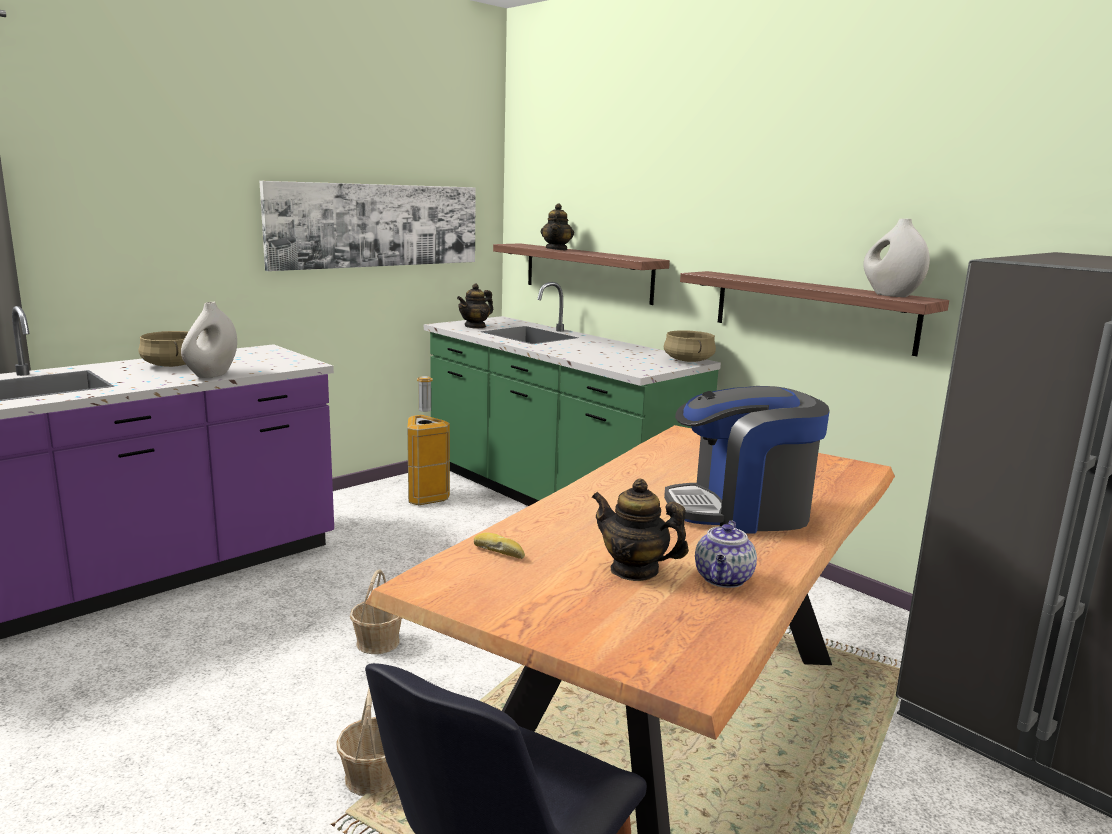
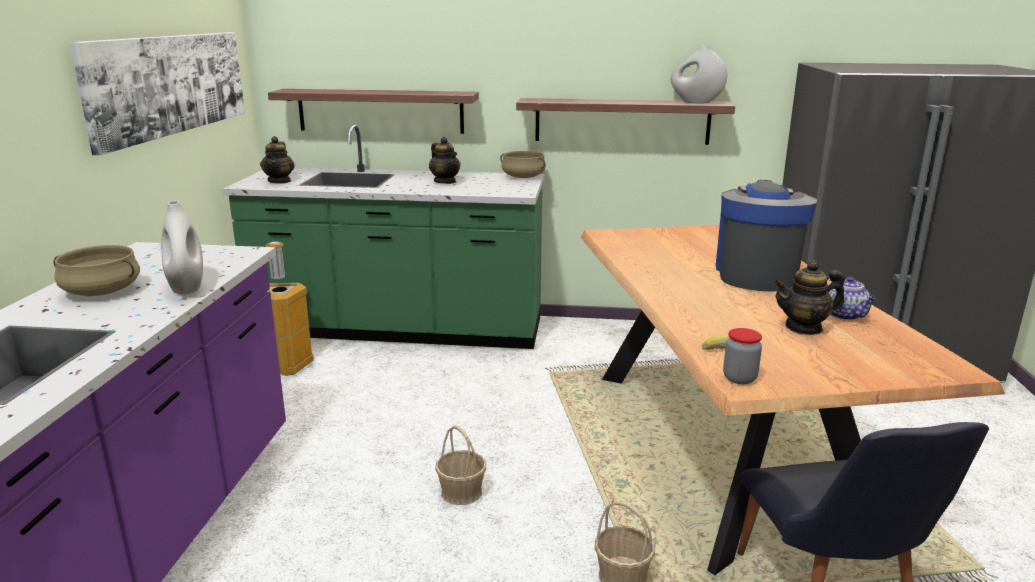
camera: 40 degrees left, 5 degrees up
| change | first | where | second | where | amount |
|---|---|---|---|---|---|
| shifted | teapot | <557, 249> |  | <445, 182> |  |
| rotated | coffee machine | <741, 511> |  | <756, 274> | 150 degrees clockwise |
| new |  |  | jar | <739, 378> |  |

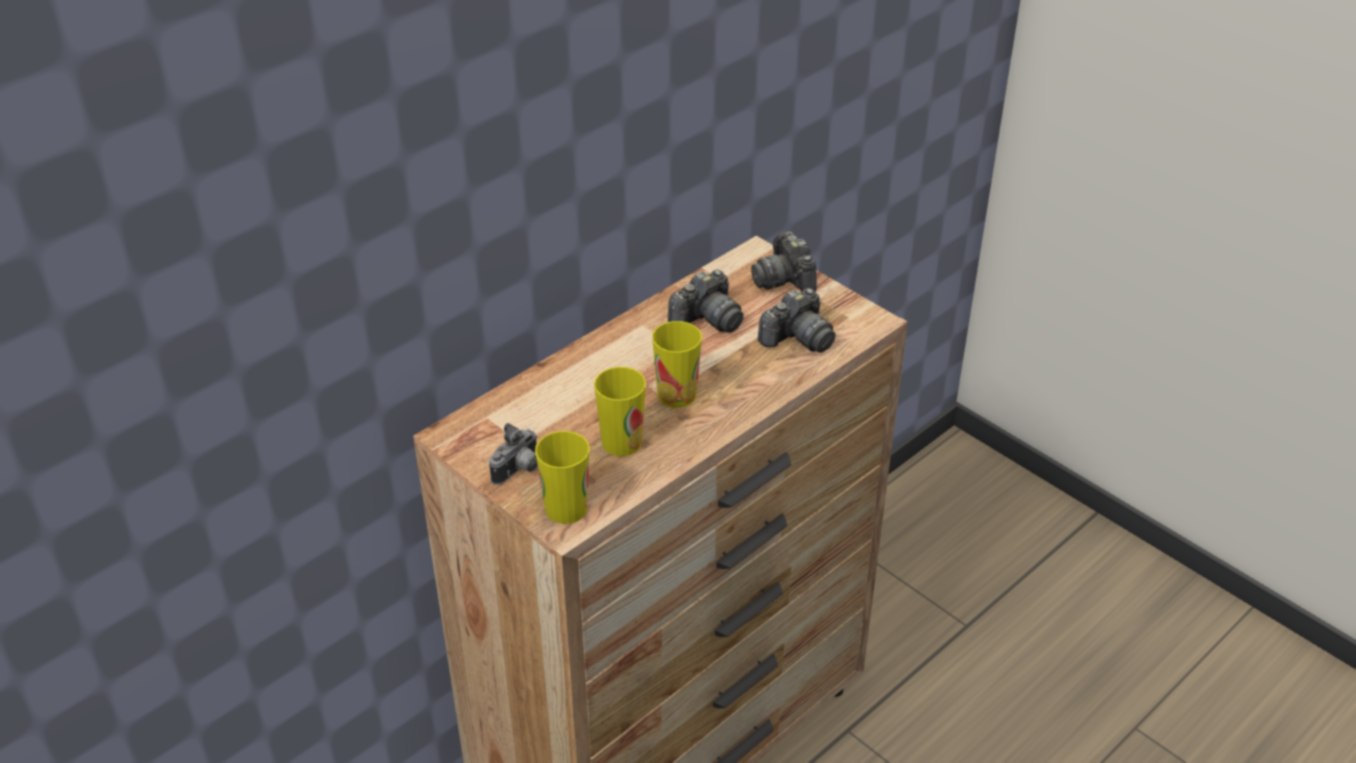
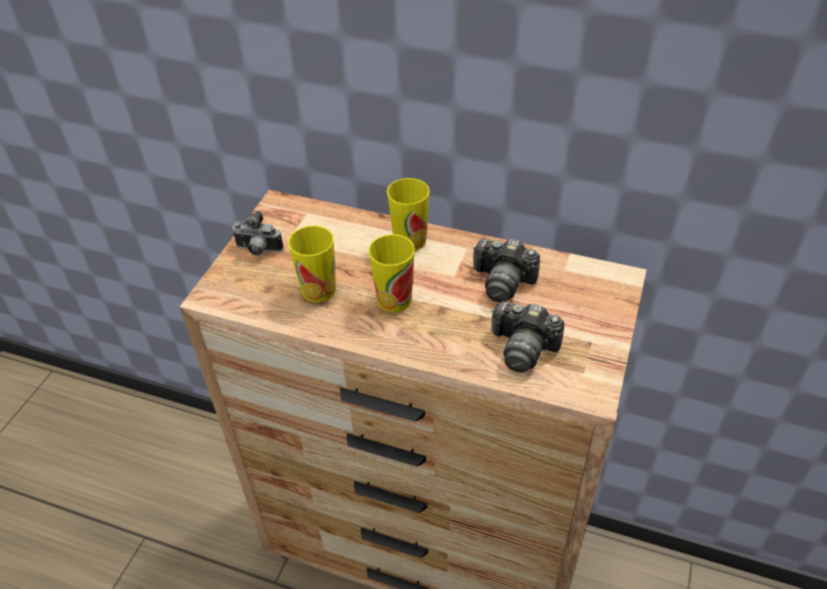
camera: 65 degrees right, 5 degrees up
| change | first | where | second | where | amount |
|---|---|---|---|---|---|
| shifted | cup | <566, 508> |  | <410, 240> |  |
| gone | photo camera | <784, 279> |  |  |  |

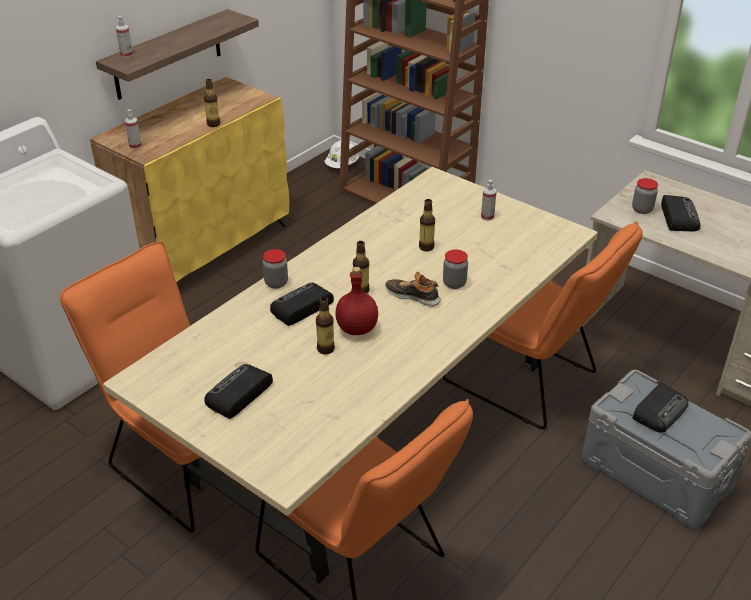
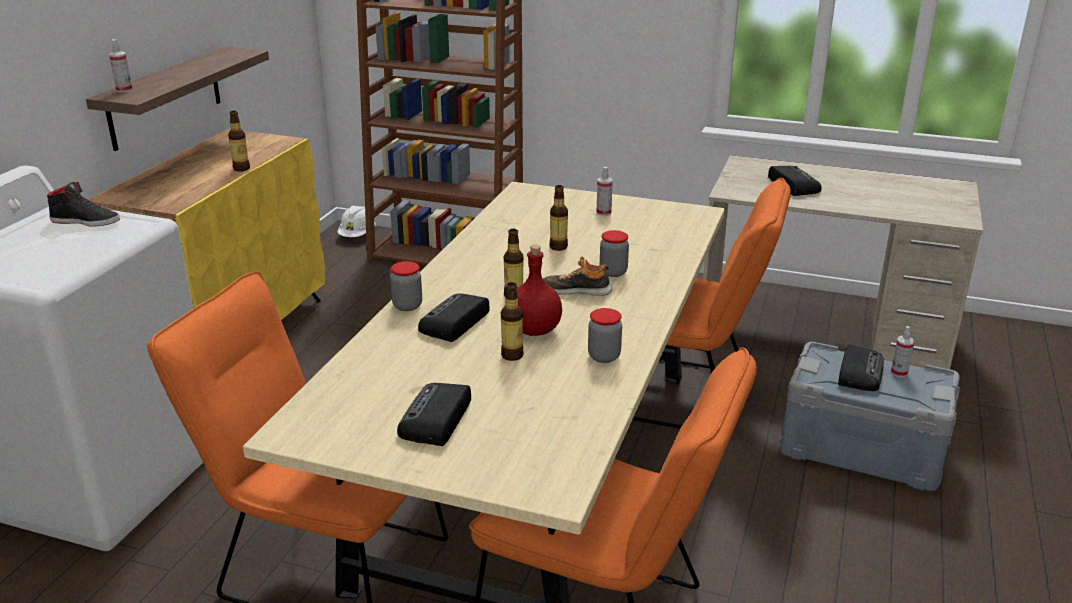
camera: 20 degrees left, 10 degrees down
| change | first | where | second | where | amount |
|---|---|---|---|---|---|
| new |  |  | shoe (black) | <86, 221> |  |
| shifted | jar | <642, 209> |  | <604, 356> |  |
| shifted | spray bottle | <135, 146> |  | <899, 373> |  |

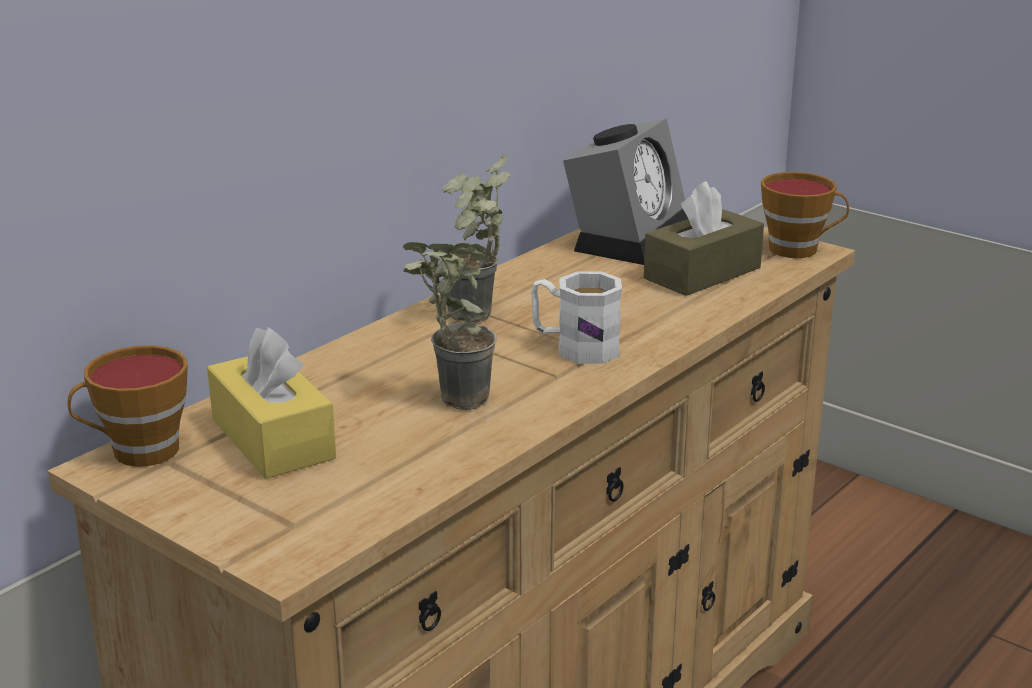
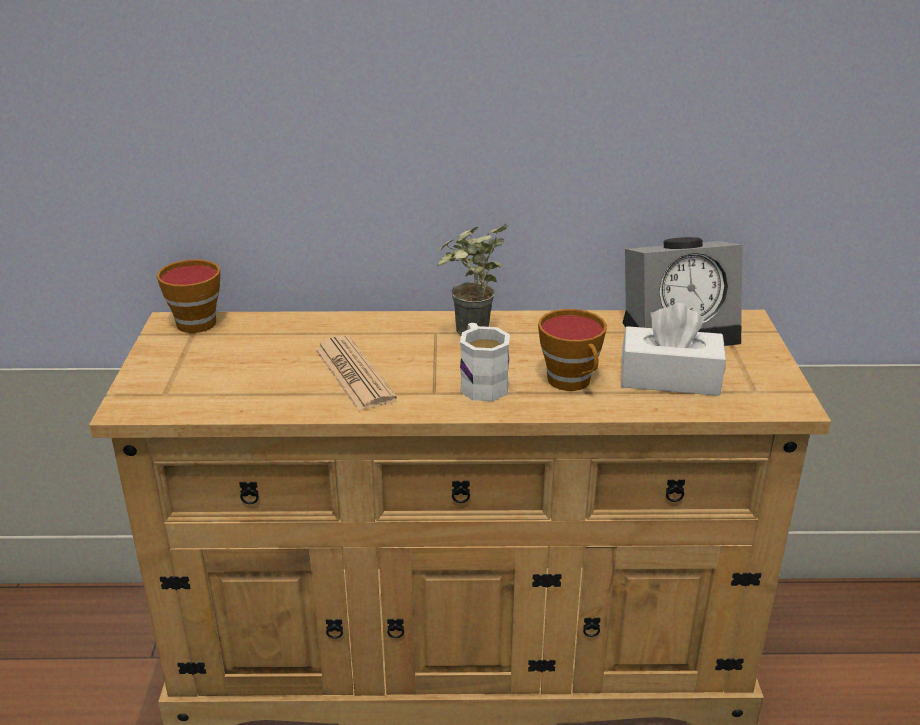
camera: 50 degrees right, 5 degrees up
| change | first | where | second | where | amount |
|---|---|---|---|---|---|
| swapped | potted plant | <449, 400> | newspaper | <354, 374> |  |
| shifted | cup | <799, 249> |  | <572, 382> |  |
| repainted | tissue box (brown) | <702, 273> | tissue box (white) | <669, 378> |  |
| gone | tissue box (yellow) | <272, 438> |  |  |  |

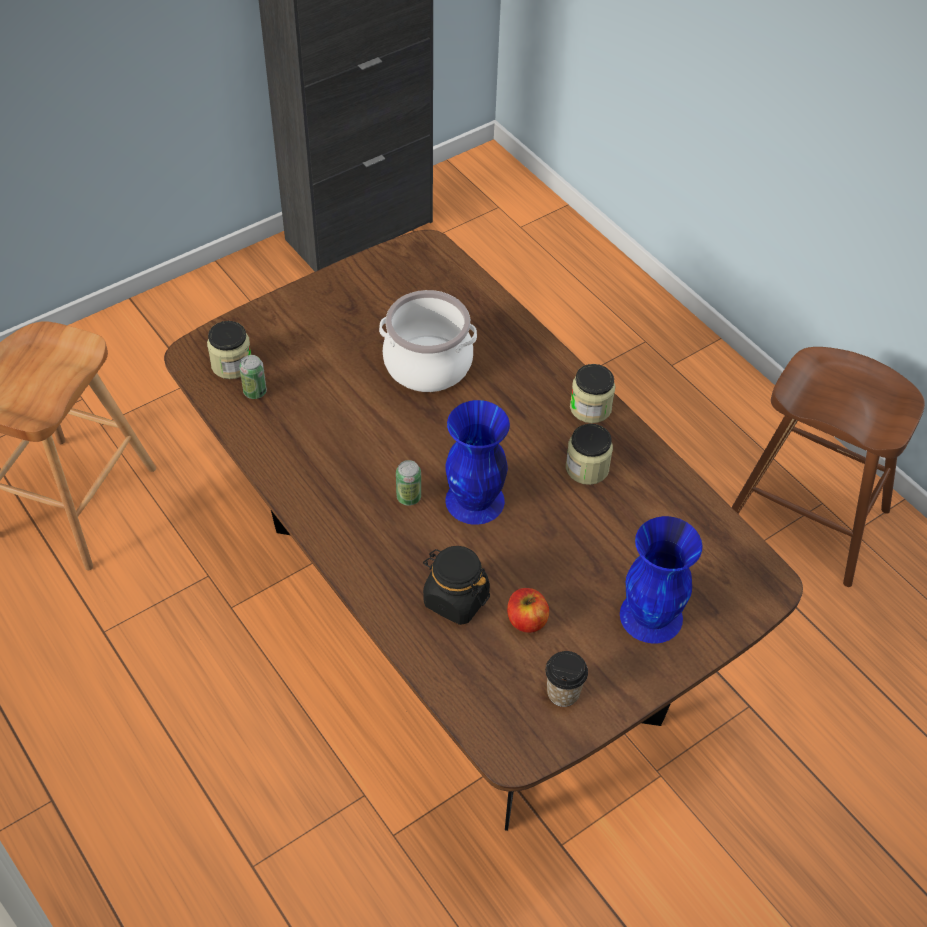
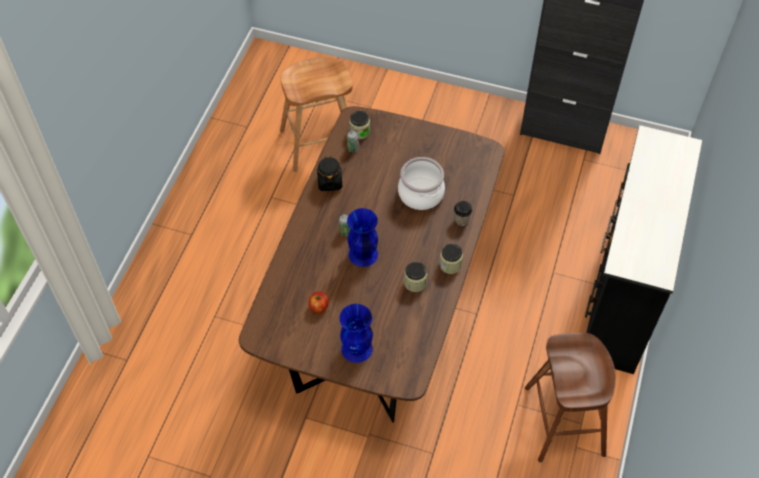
camera: 55 degrees right, 5 degrees up
| change | first | where | second | where | amount |
|---|---|---|---|---|---|
| shifted | jar (black) | <455, 599> |  | <329, 182> |  |
| shifted | cup | <563, 693> |  | <461, 220> |  |
| new |  |  | dresser (black) | <619, 297> |  |

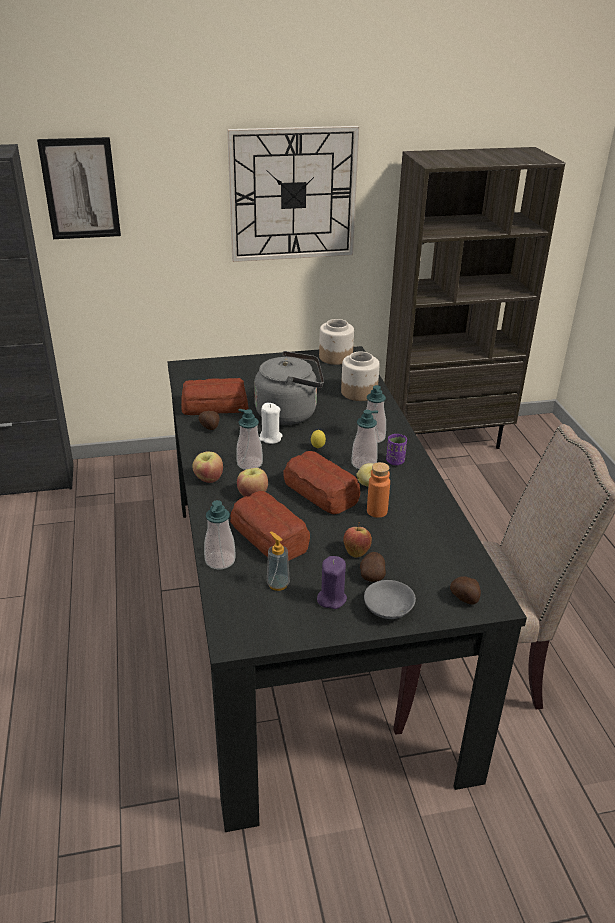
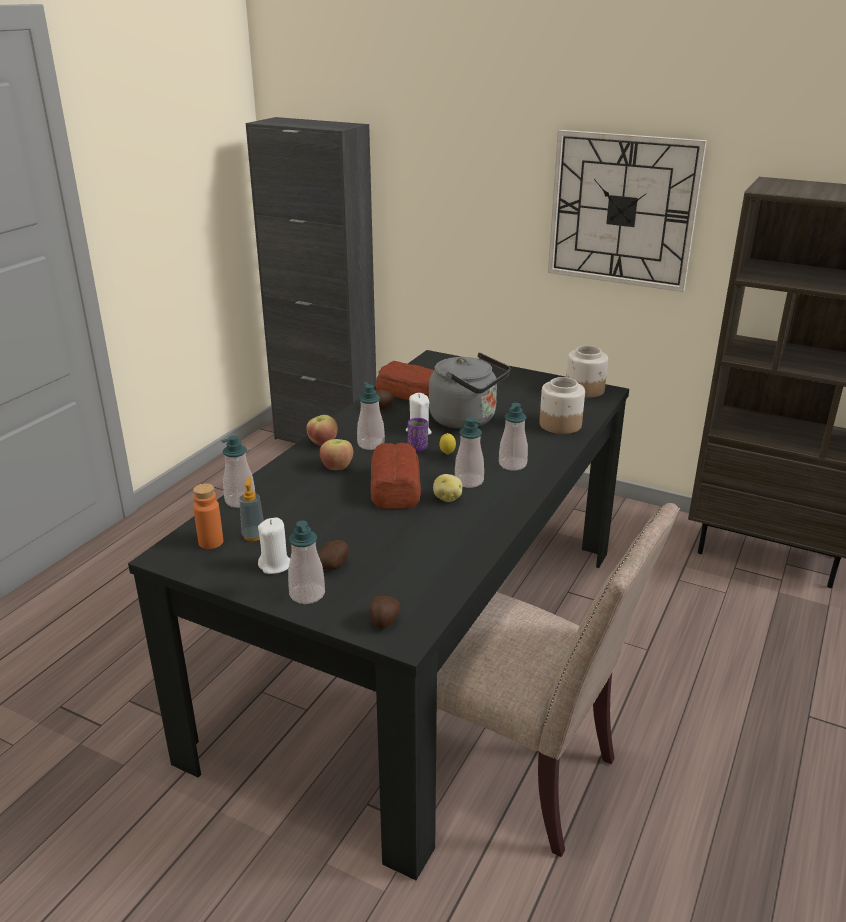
camera: 40 degrees right, 5 degrees down
| change | first | where | second | where | amount |
|---|---|---|---|---|---|
| shifted | bottle (orange) | <377, 511> |  | <211, 542> |  |
| repainted | candle (purple) | <331, 598> | candle (white) | <275, 565> |  |
| swapped | bowl (grey) | <388, 608> | soap dispenser | <307, 594> |  |
| shifted | cup (purple) | <395, 461> |  | <417, 447> |  |
| gone | picture | <80, 189> |  |  |  |
| gone | bread | <269, 535> |  |  |  |
| gone | apple | <356, 552> |  |  |  |

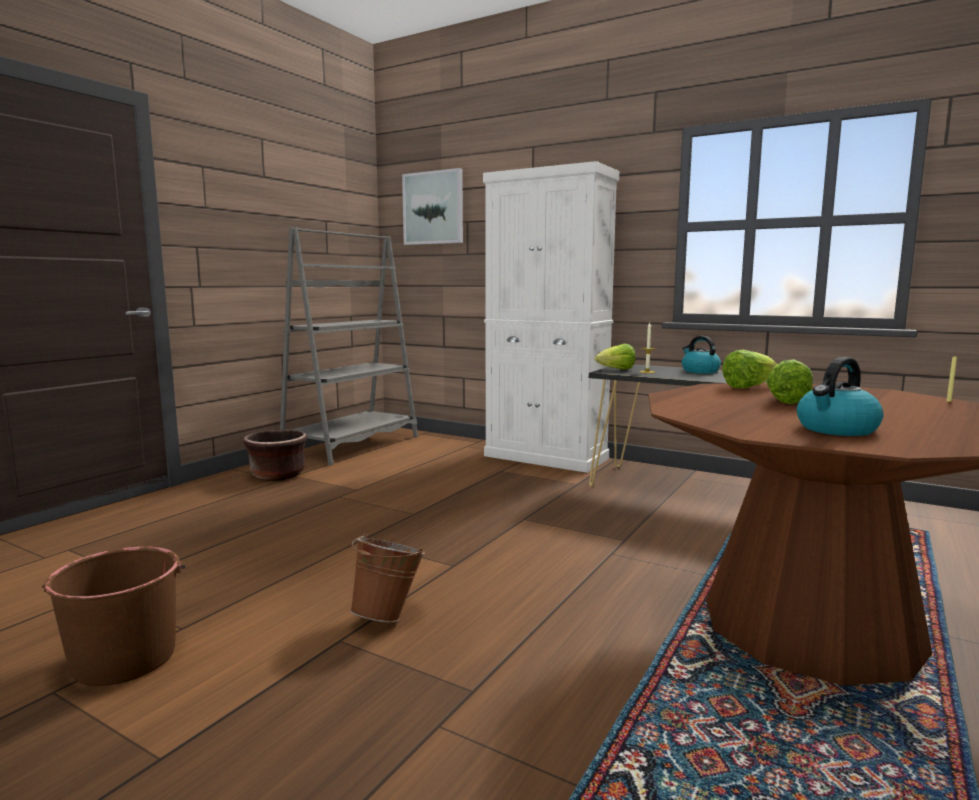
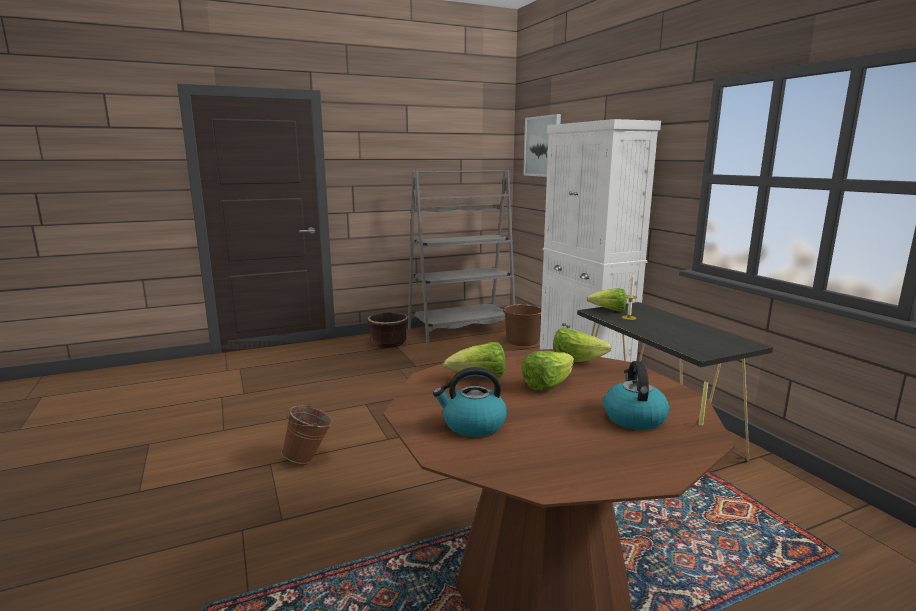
camera: 35 degrees right, 5 degrees up
| change | first | where | second | where | amount |
|---|---|---|---|---|---|
| new |  |  | lettuce | <479, 378> |  |
| shifted | bucket (brown) | <124, 658> |  | <522, 341> |  |
| shifted | kettle | <699, 371> |  | <633, 417> |  |

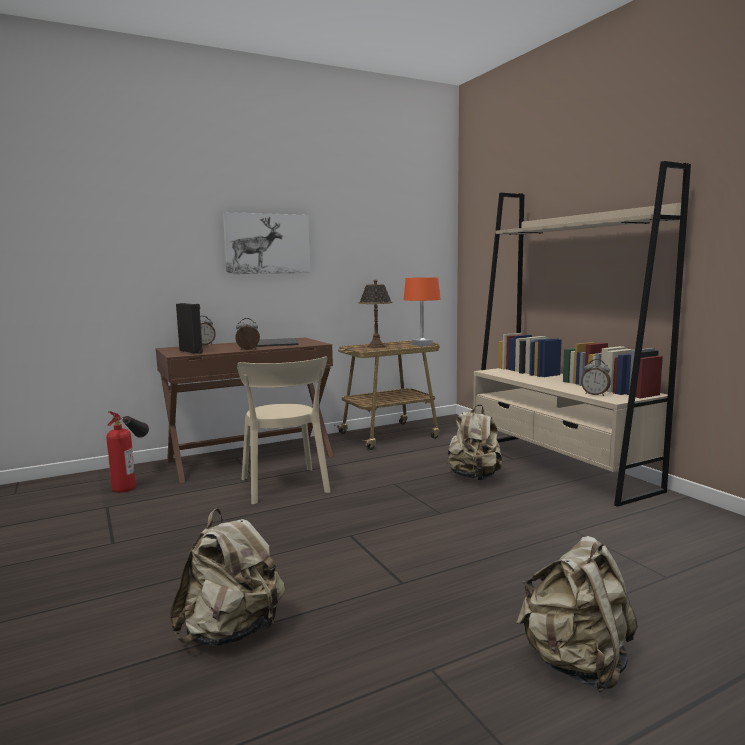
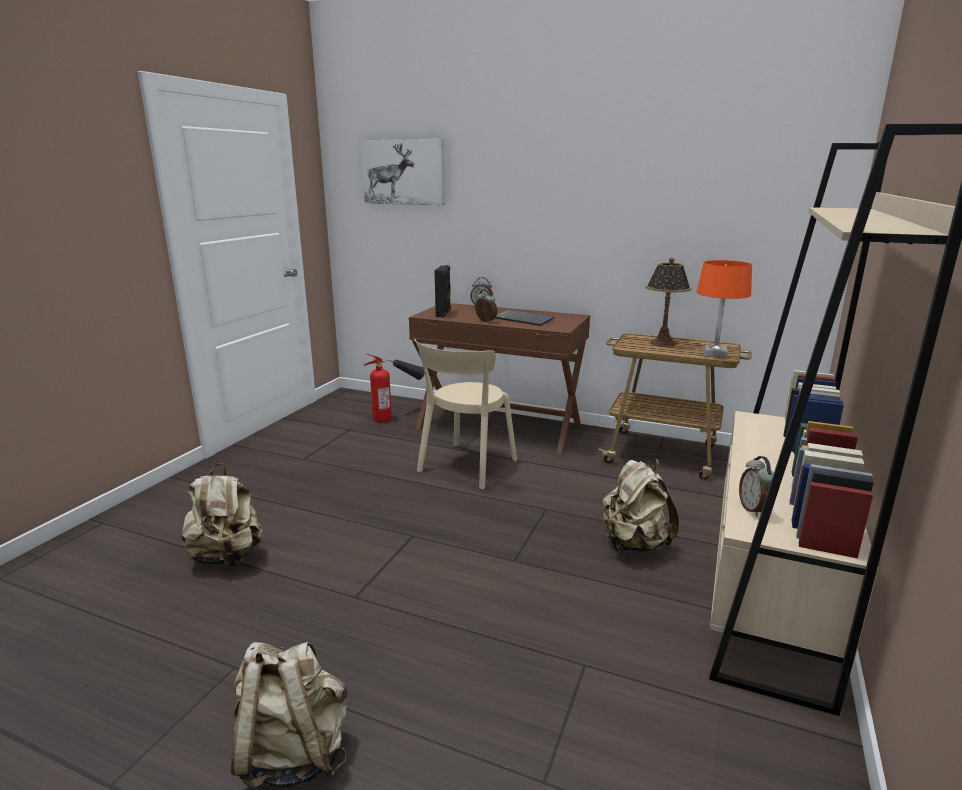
camera: 50 degrees right, 10 degrees up
| change | first | where | second | where | amount |
|---|---|---|---|---|---|
| shifted | picture | <267, 244> |  | <404, 172> |  |

